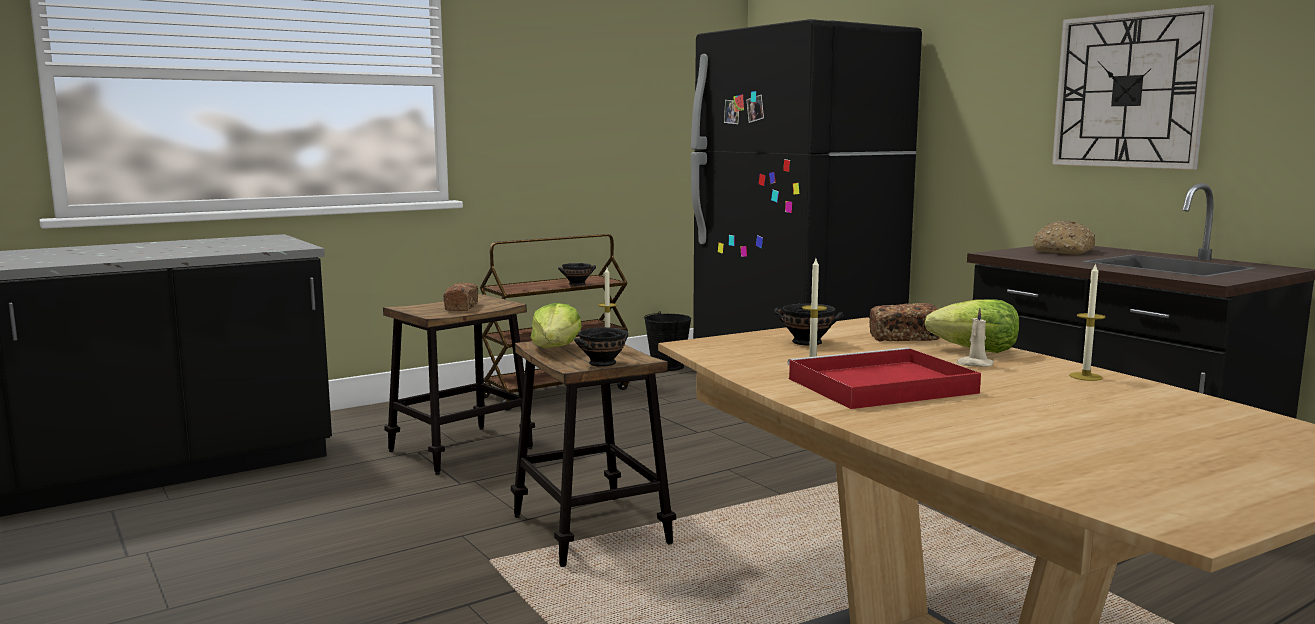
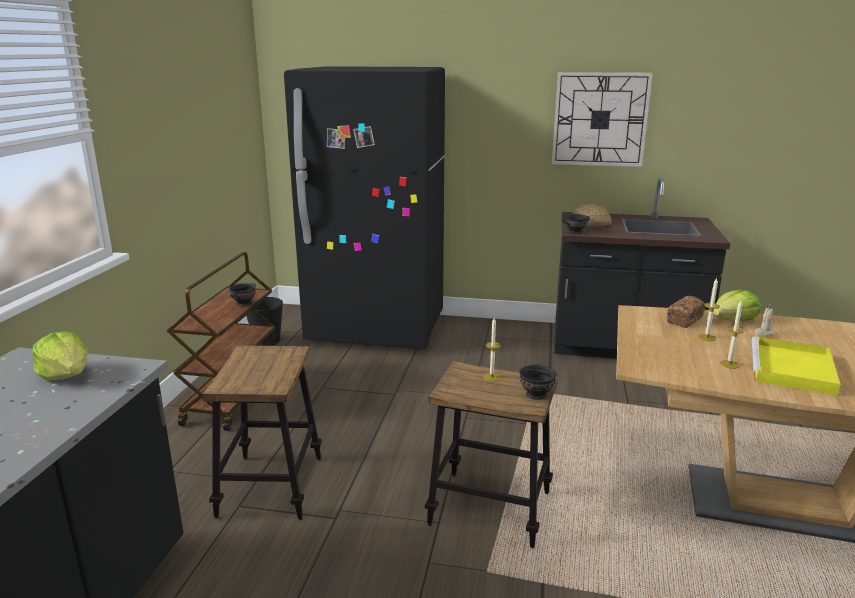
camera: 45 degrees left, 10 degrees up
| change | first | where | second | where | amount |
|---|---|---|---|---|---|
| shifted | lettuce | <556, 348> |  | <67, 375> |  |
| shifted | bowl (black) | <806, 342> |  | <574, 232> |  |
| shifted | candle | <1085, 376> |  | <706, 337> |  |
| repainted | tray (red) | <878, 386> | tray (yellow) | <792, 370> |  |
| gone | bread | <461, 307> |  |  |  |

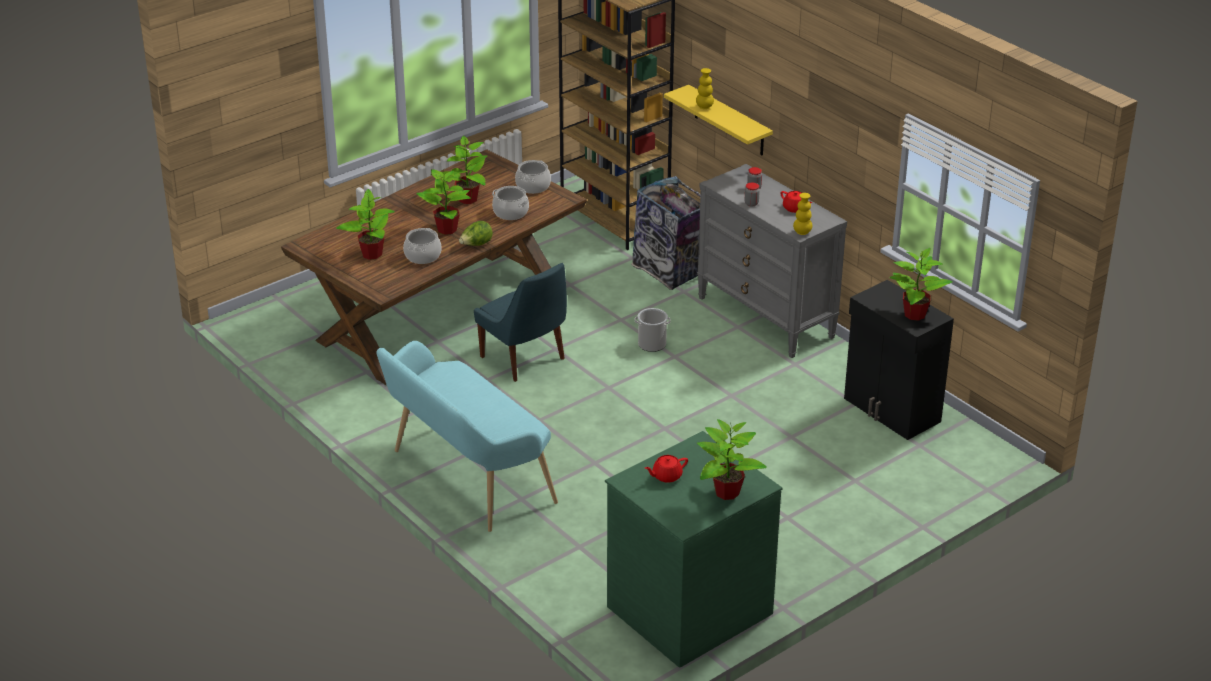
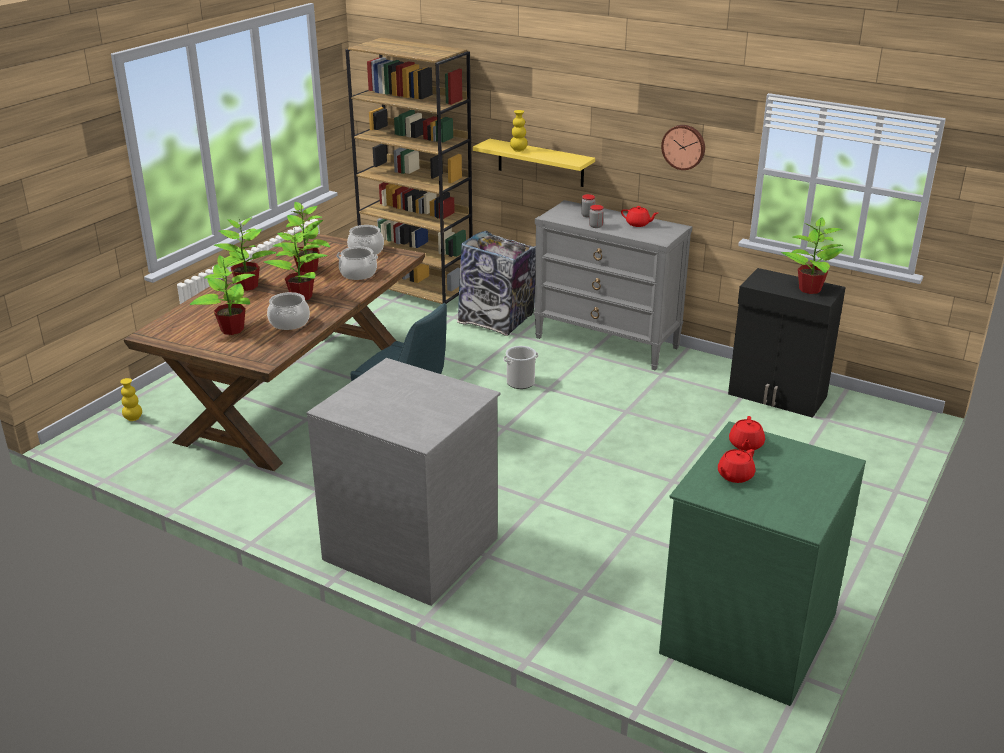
camera: 20 degrees left, 5 degrees down
| change | first | where | second | where | amount |
|---|---|---|---|---|---|
| shifted | vase (yellow) | <802, 232> |  | <133, 418> |  |
| shifted | potted plant | <726, 492> |  | <246, 286> |  |
| swapped | bench (turquoise) | <465, 478> | dresser (grey) | <412, 547> |  |
| new |  |  | wall clock | <684, 146> |  |
| new |  |  | teapot (red) | <745, 445> |  |
| gone | lettuce | <476, 245> |  |  |  |

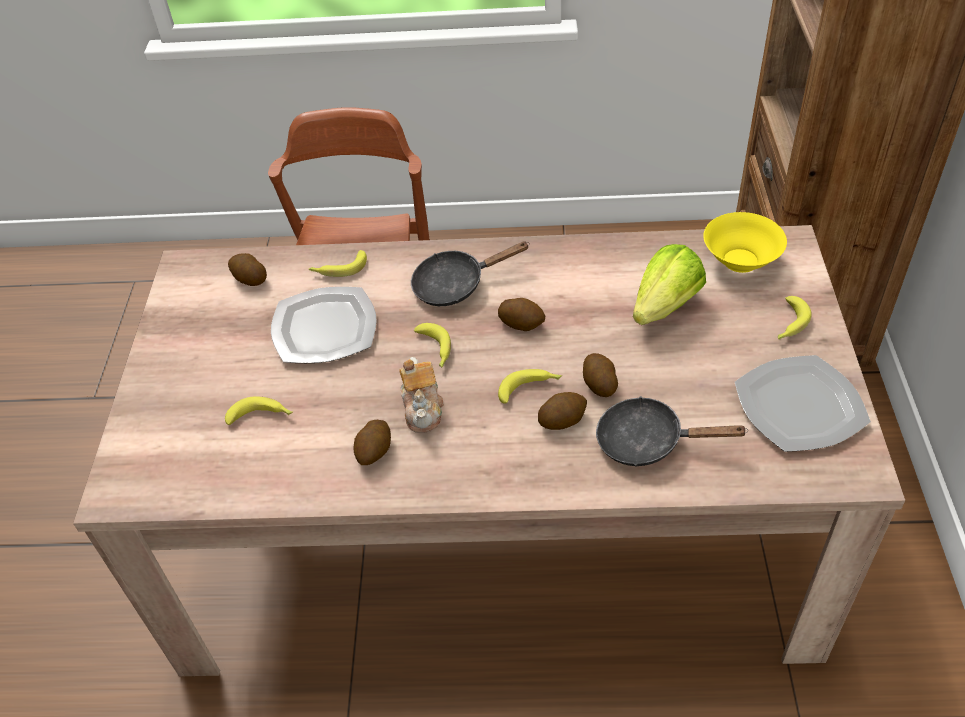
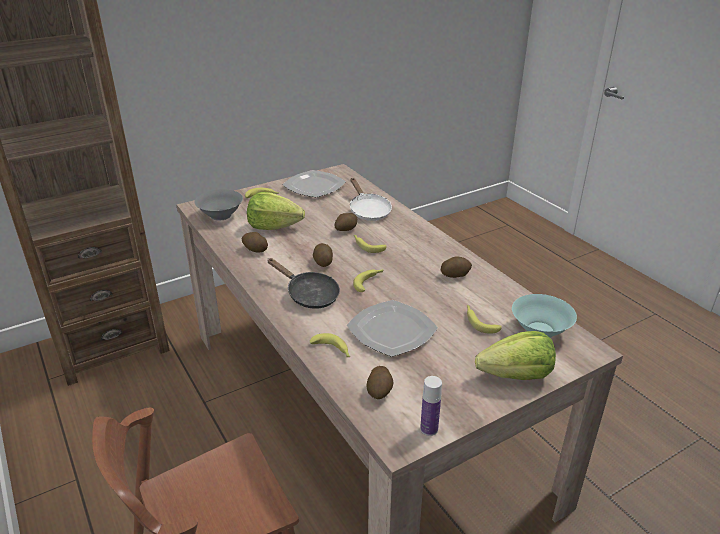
camera: 125 degrees left, 15 degrees down
| change | first | where | second | where | amount |
|---|---|---|---|---|---|
| repainted | bowl (yellow) | <739, 261> | bowl (grey) | <221, 215> |  |
| shifted | potato | <562, 420> |  | <255, 249> |  |
| repainted | frying pan (black) | <648, 441> | frying pan (white) | <368, 211> |  |
| new |  |  | bottle | <429, 429> |  |
| new |  |  | lettuce | <516, 376> |  |
| new |  |  | bowl (turquoise) | <540, 331> |  |
| gone | teapot | <423, 408> |  |  |  |

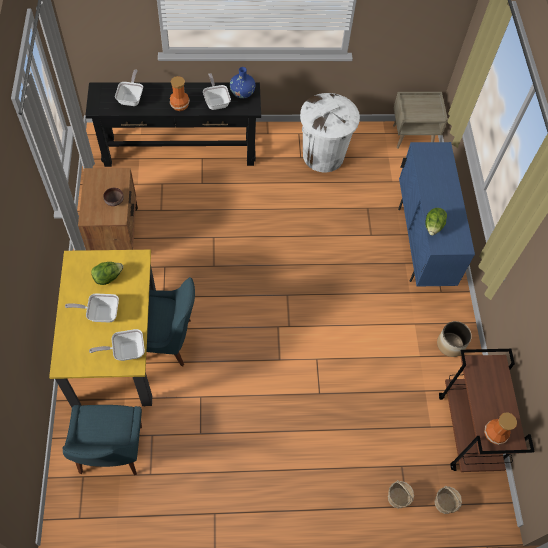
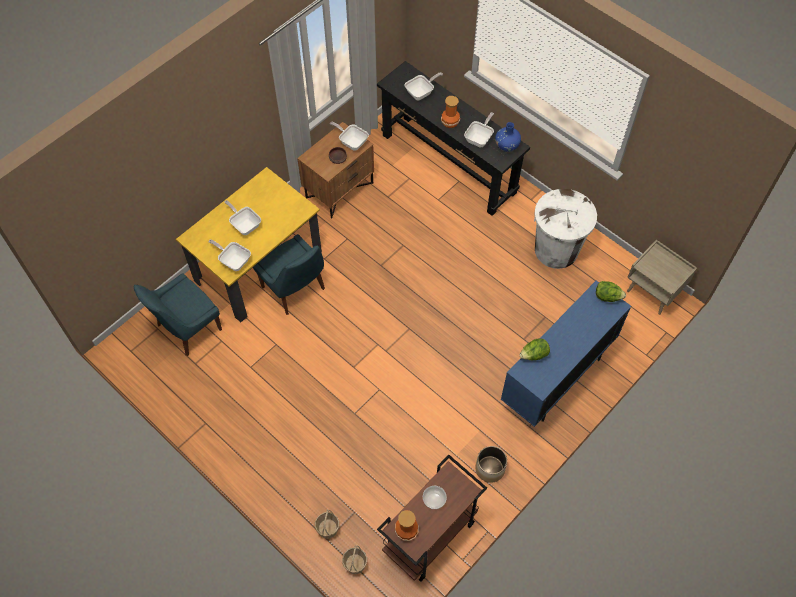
camera: 50 degrees right, 0 degrees up
| change | first | where | second | where | amount |
|---|---|---|---|---|---|
| new |  |  | frying pan | <351, 142> |  |
| new |  |  | bowl | <433, 499> |  |
| shifted | lettuce | <108, 277> |  | <607, 297> |  |

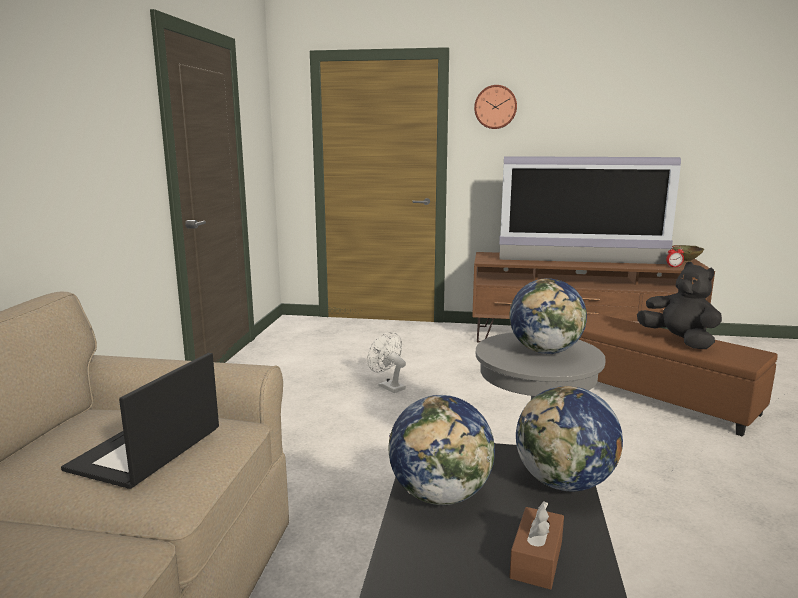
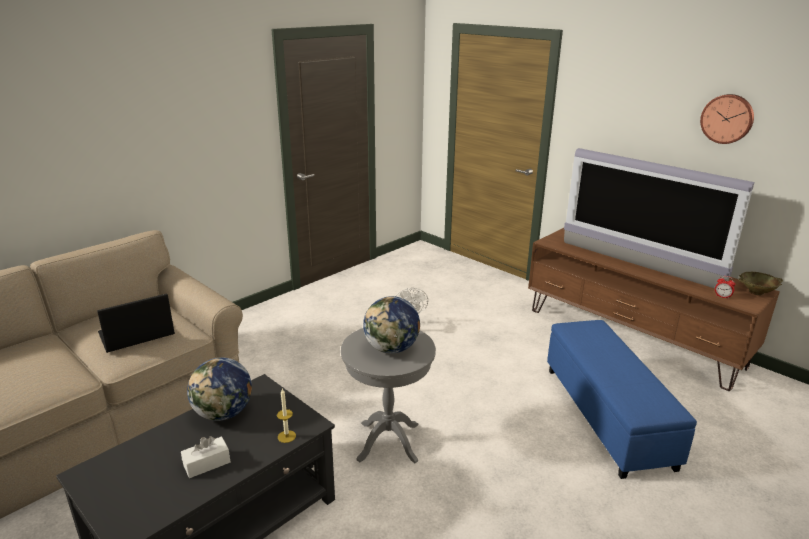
camera: 35 degrees right, 10 degrees up
| change | first | where | second | where | amount |
|---|---|---|---|---|---|
| repainted | tissue box (brown) | <536, 559> | tissue box (white) | <207, 463> |  |
| swapped | globe | <564, 483> | candle | <286, 436> |  |
| repainted | ottoman (brown) | <657, 396> | ottoman (blue) | <607, 415> |  |
| shifted | wall clock | <495, 107> |  | <727, 118> |  |
| gone | plush toy (black) | <679, 341> |  |  |  |

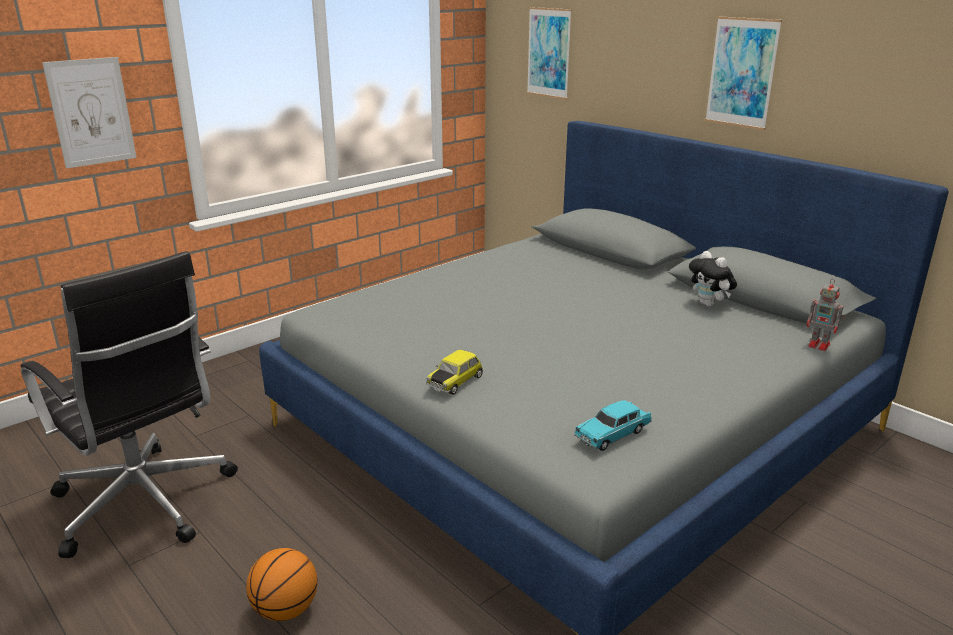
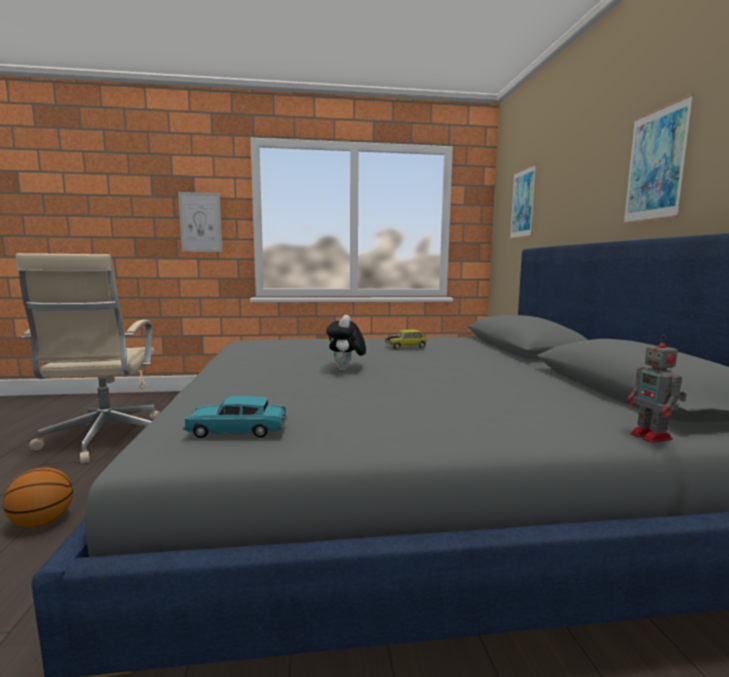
camera: 35 degrees right, 15 degrees down
| change | first | where | second | where | amount |
|---|---|---|---|---|---|
| repainted | office chair (black) | <145, 504> | office chair (beige) | <105, 439> |  |
| shifted | plush toy | <709, 304> |  | <346, 369> |  |
| shifted | toy car | <455, 381> |  | <405, 347> |  |

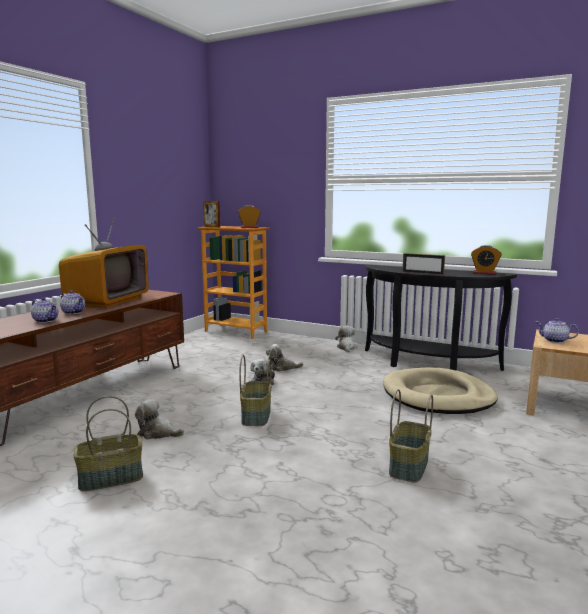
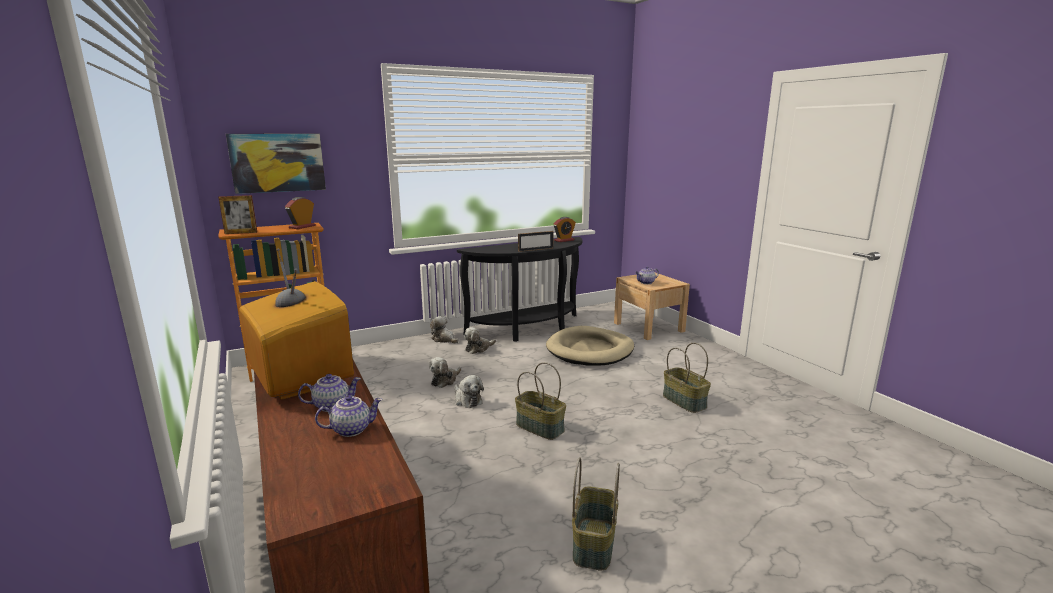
camera: 55 degrees left, 5 degrees up
| change | first | where | second | where | amount |
|---|---|---|---|---|---|
| new |  |  | picture | <278, 162> |  |
| shifted | plush toy | <157, 433> |  | <478, 348> |  |

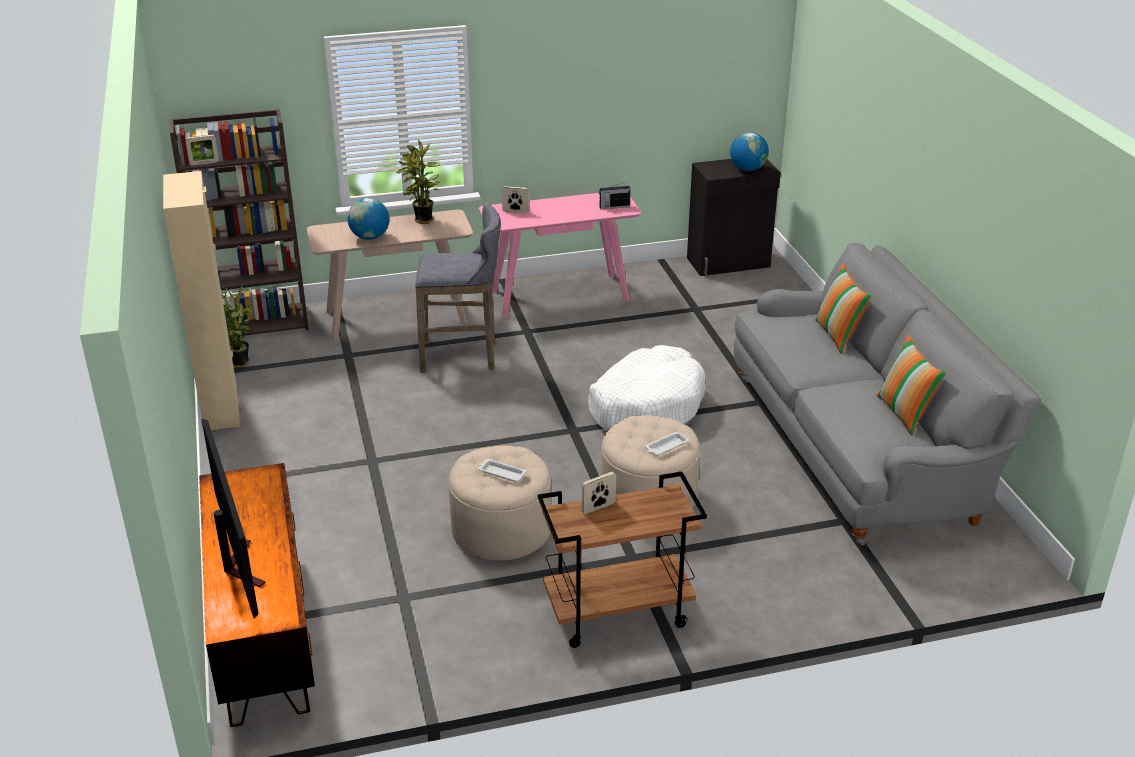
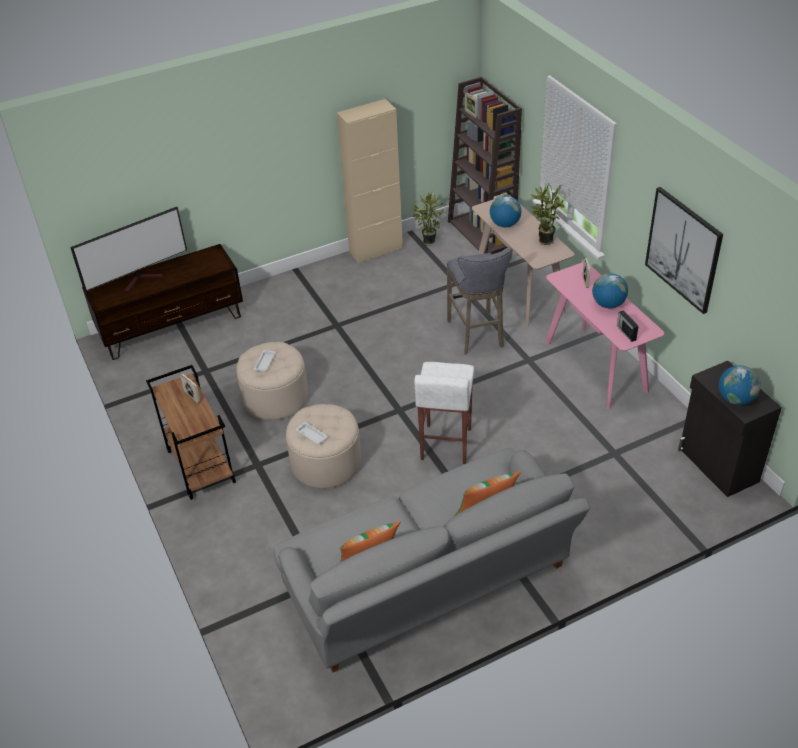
camera: 80 degrees right, 10 degrees up
| change | first | where | second | where | amount |
|---|---|---|---|---|---|
| swapped | dog bed (white) | <646, 406> | stool (white) | <445, 444> |  |
| new |  |  | globe | <608, 304> |  |
| new |  |  | picture | <683, 249> |  |

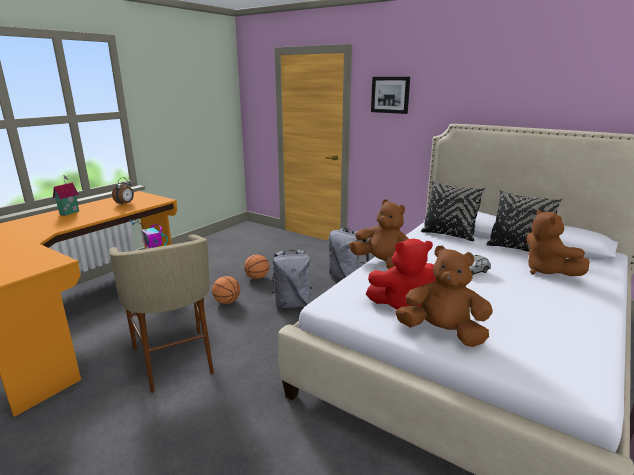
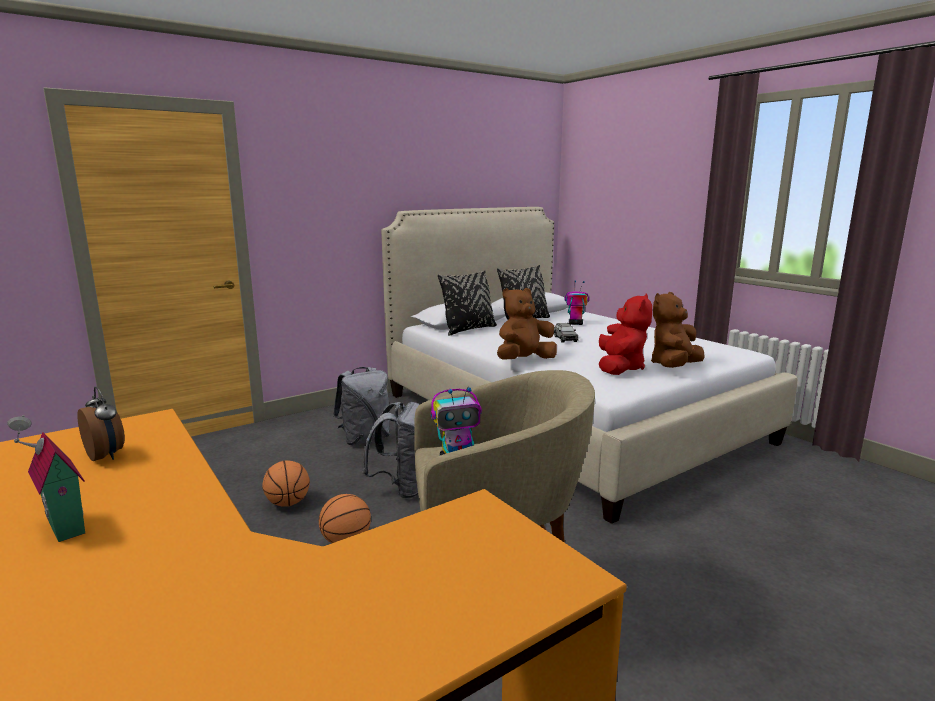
camera: 70 degrees left, 5 degrees down
| change | first | where | second | where | amount |
|---|---|---|---|---|---|
| swapped | plush toy (brown) | <546, 271> | toy robot | <575, 324> |  |
| gone | picture | <390, 95> |  |  |  |

